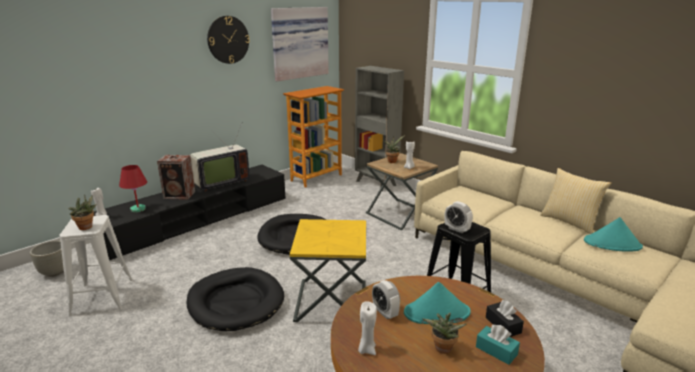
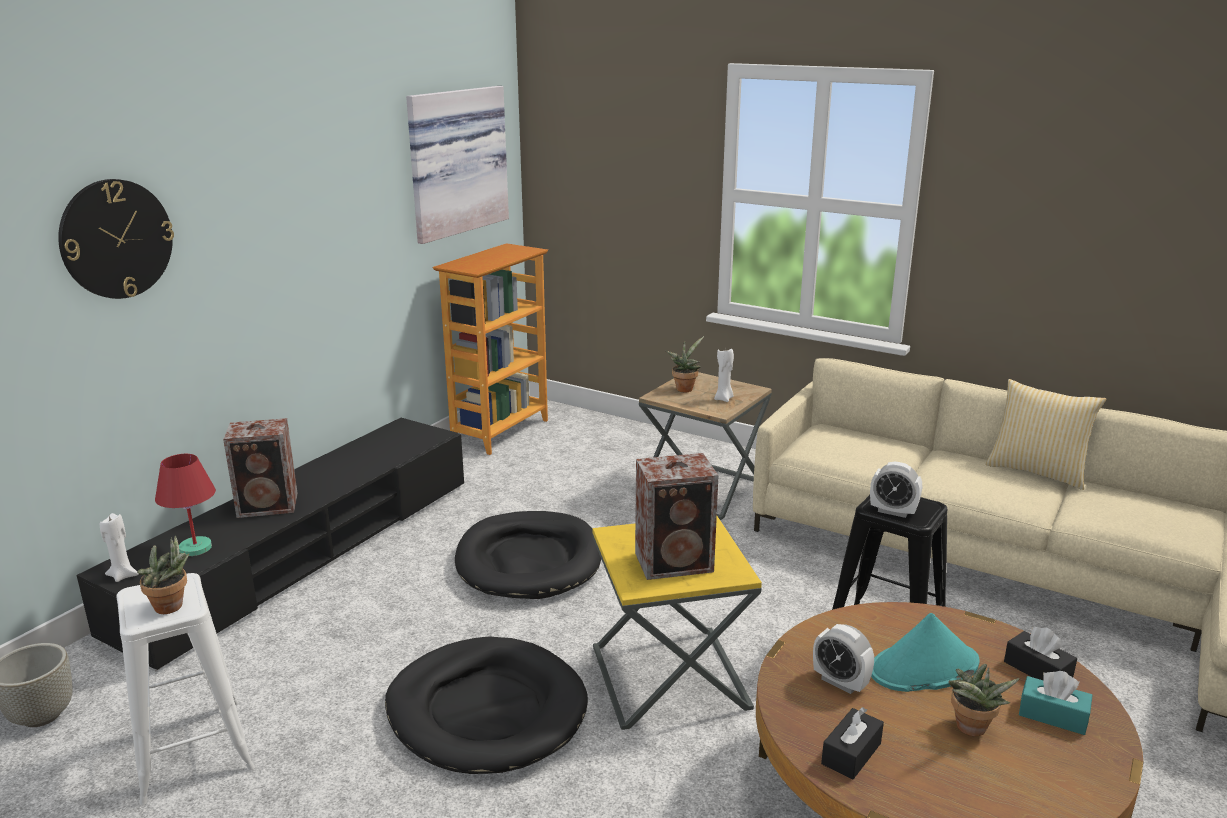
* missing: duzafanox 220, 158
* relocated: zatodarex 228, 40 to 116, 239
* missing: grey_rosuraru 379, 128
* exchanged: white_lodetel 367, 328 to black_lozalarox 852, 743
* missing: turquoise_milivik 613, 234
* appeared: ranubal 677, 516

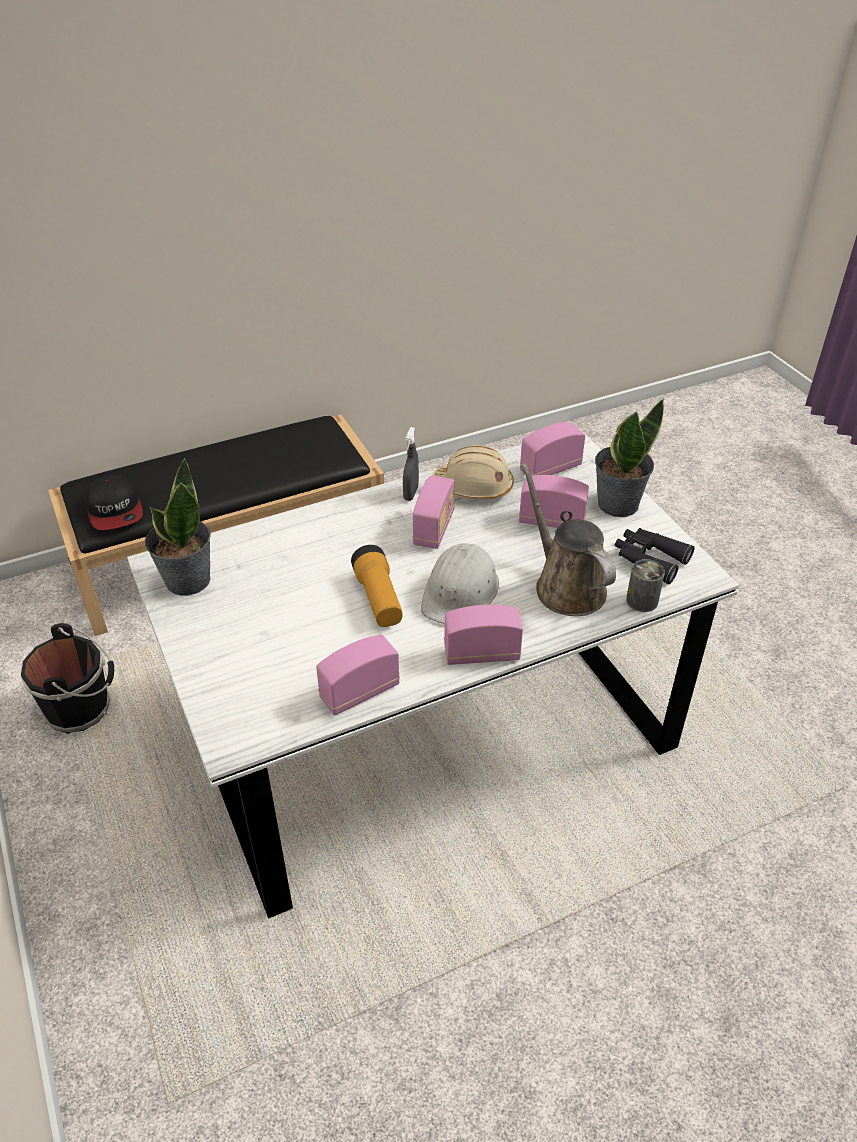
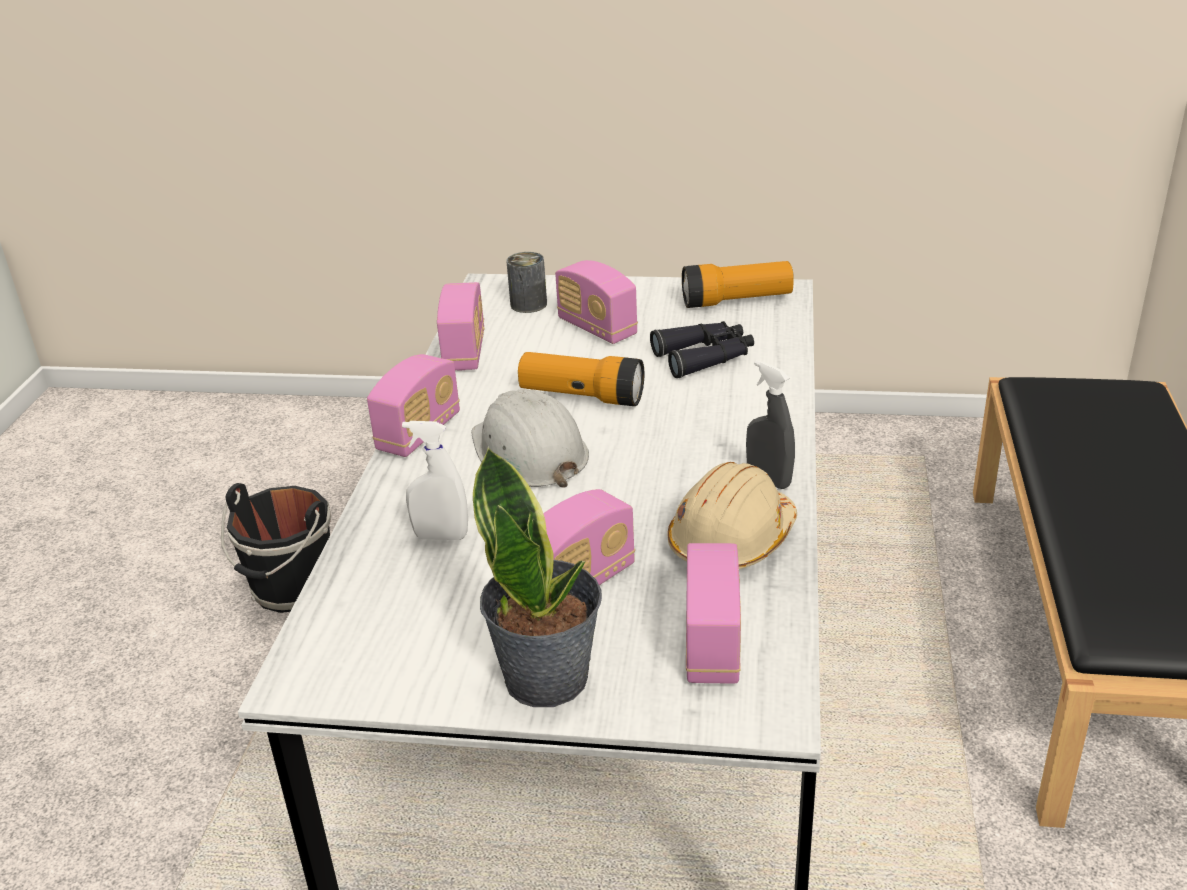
* relocated: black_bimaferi 67, 678 to 276, 548
* missing: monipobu 114, 502
* exchanged: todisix 178, 527 to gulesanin 738, 284
* relocated: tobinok 433, 512 to 596, 302
* exchanged: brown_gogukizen 568, 539 to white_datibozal 435, 480
* relocated: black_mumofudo 655, 556 to 702, 349
* relocated: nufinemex 645, 585 to 526, 282

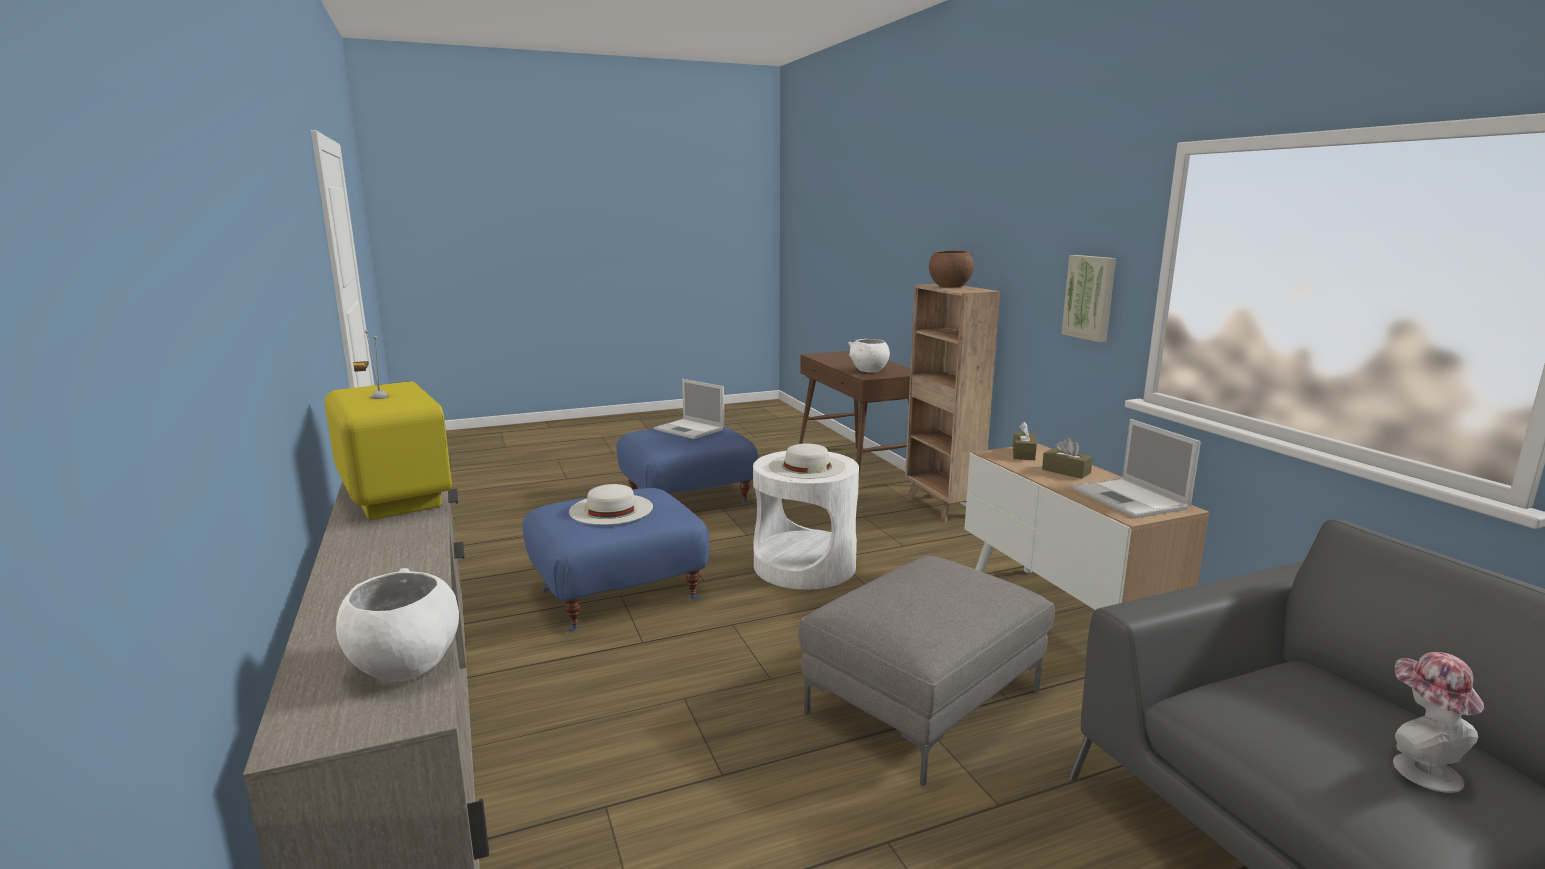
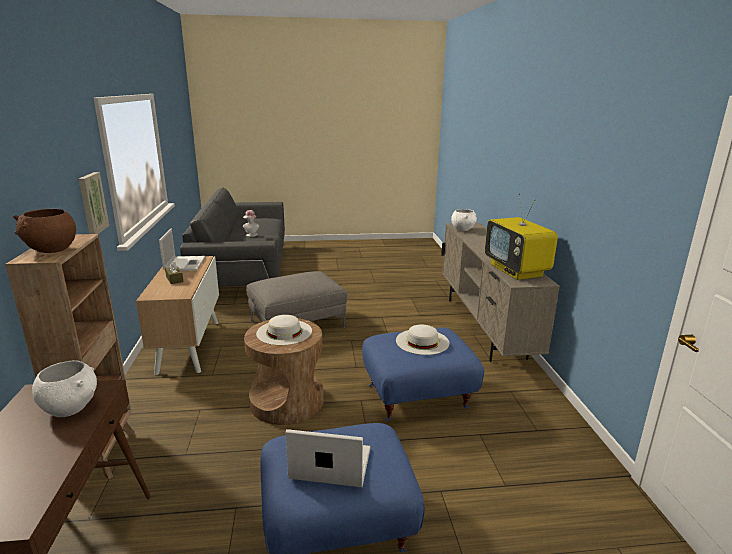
* spun: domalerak 689, 409 = 328, 458 45 degrees counterclockwise
* colour: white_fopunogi 806, 520 to brown_fopunogi 284, 371
* missing: brown_lozalarox 1025, 441

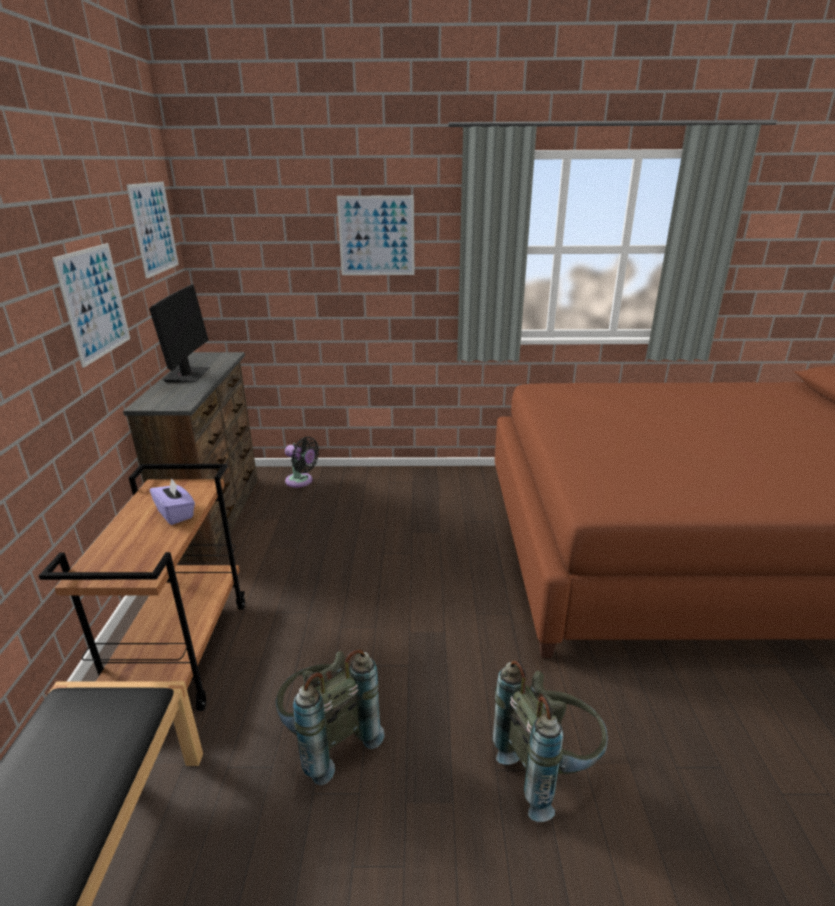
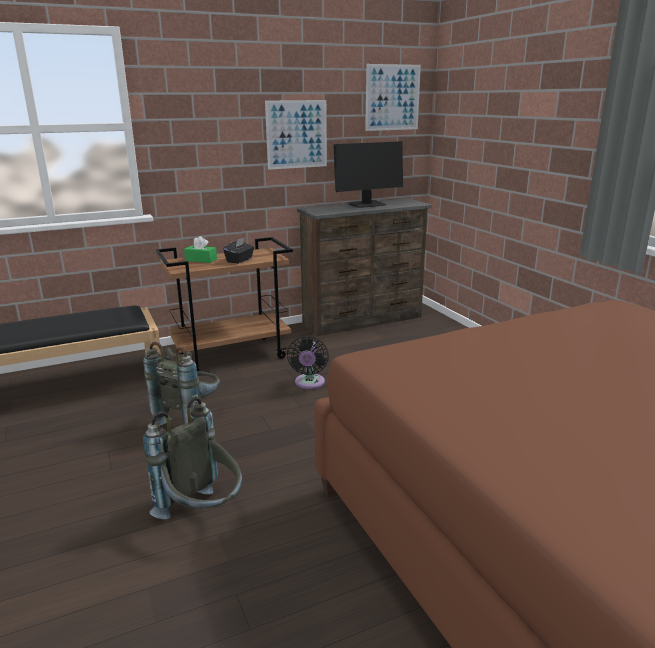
* colour: purple_lozalarox 172, 501 to black_lozalarox 238, 250
* relocated: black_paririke 302, 462 to 308, 362
* missing: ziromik 375, 235
* appeared: green_lozalarox 200, 249

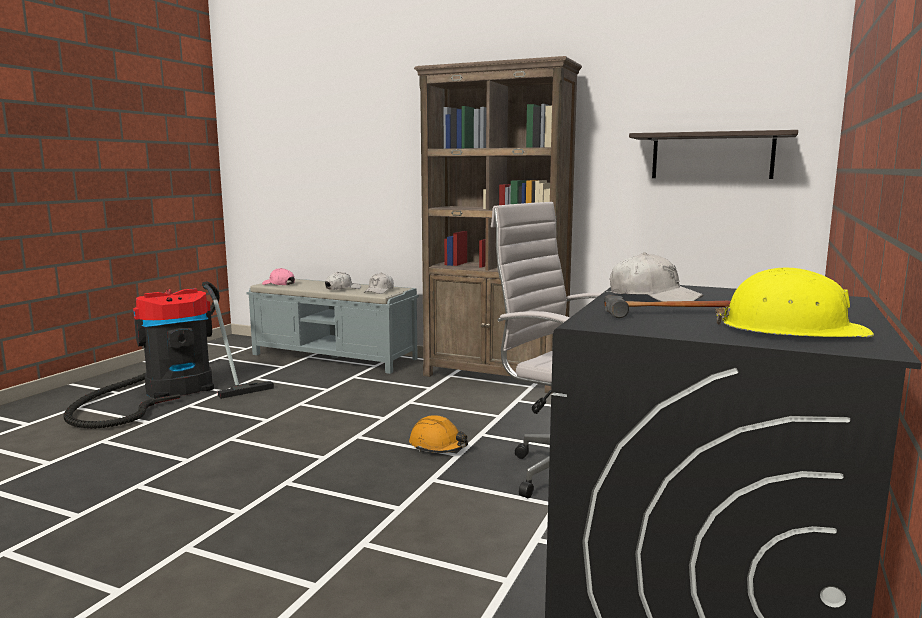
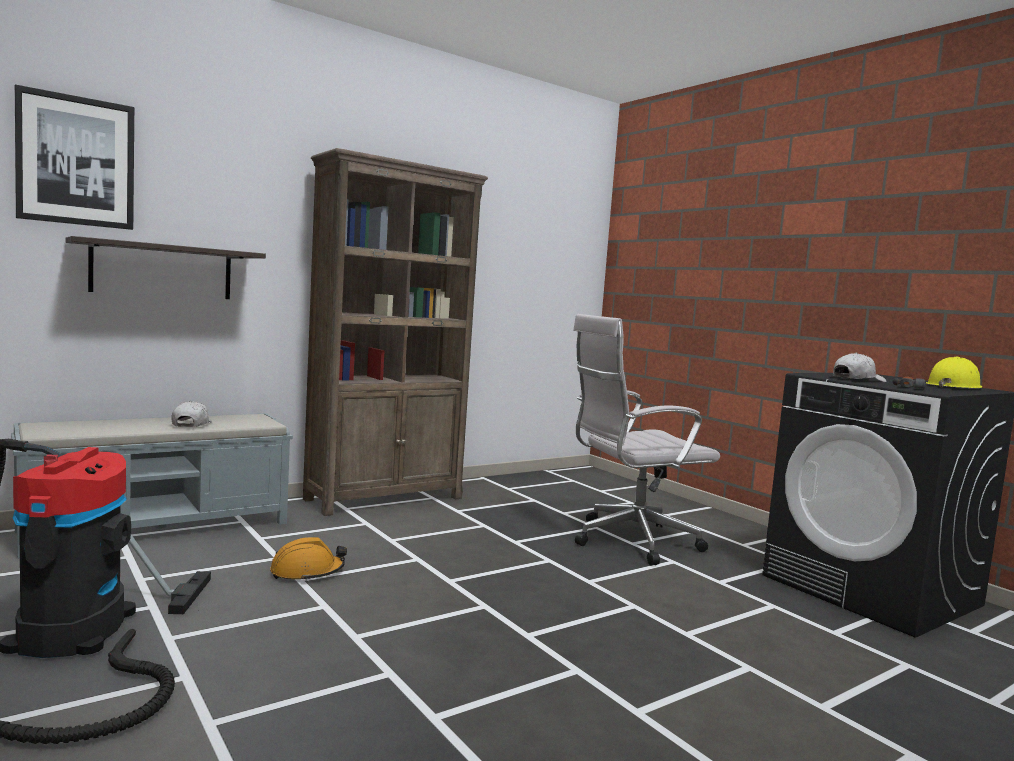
* missing: pink_monipobu 278, 276
* missing: white_monipobu 379, 283
* relocated: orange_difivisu 438, 434 to 308, 559
* relocated: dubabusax 713, 154 to 165, 267
* appeared: ziromik 74, 157

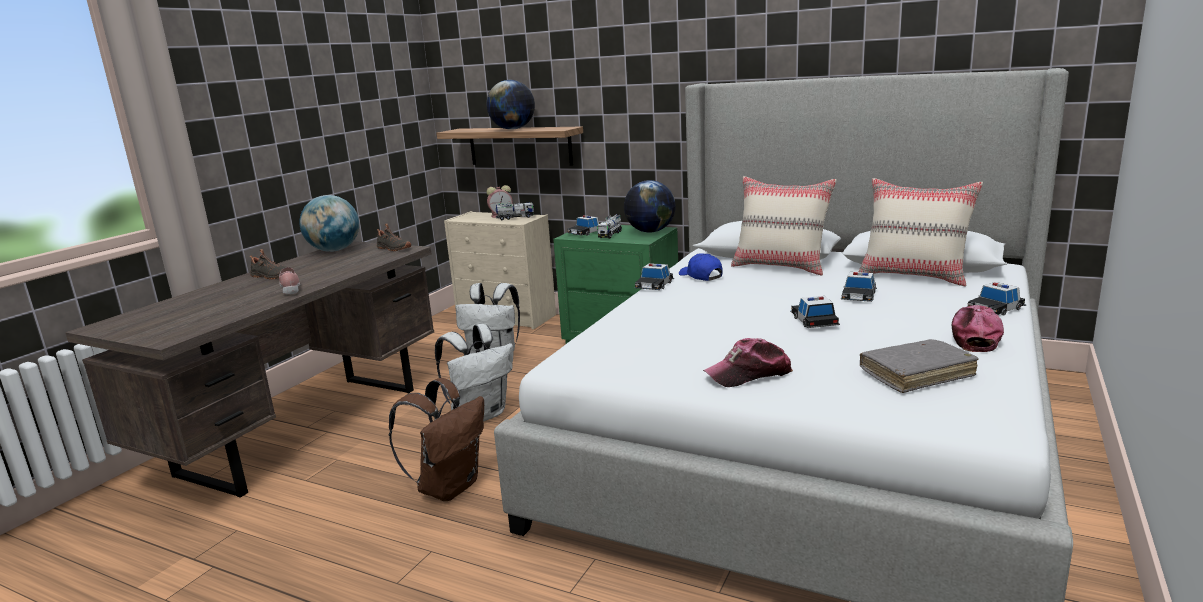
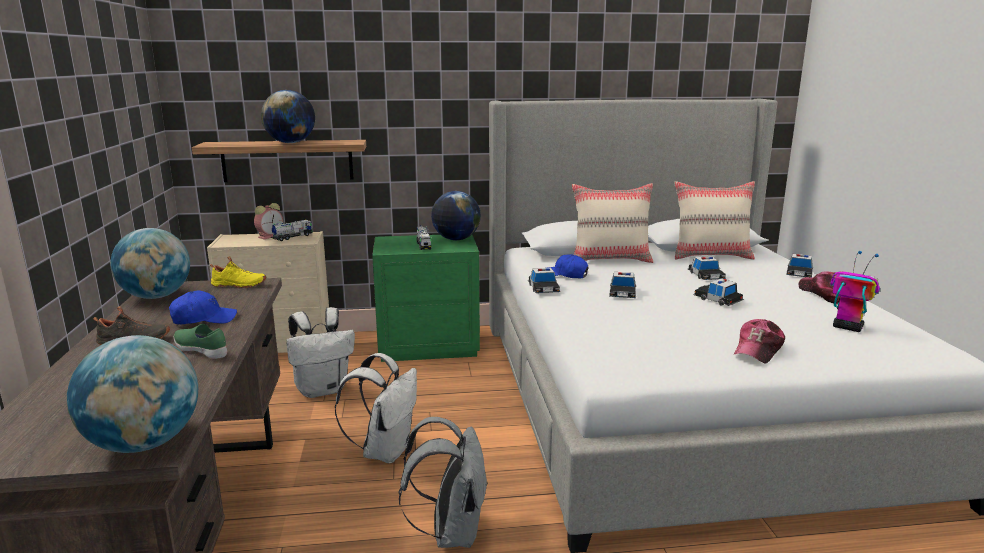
* colour: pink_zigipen 289, 281 to green_zigipen 200, 341
* colour: black_zigipen 394, 237 to yellow_zigipen 238, 272
* colour: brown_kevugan 436, 439 to grey_kevugan 443, 482
* relocated: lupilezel 583, 225 to 622, 285
* exchanged: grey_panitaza 919, 366 to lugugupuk 855, 291
* appeared: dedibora 132, 394
* appeared: blue_monipobu 203, 307

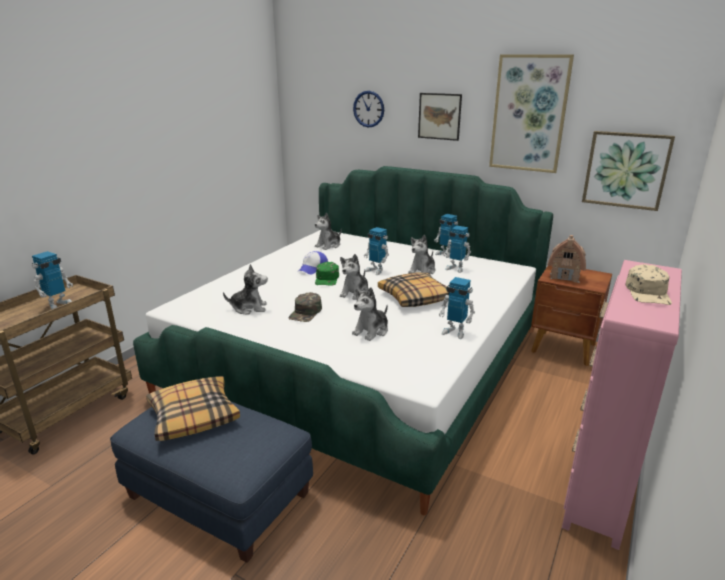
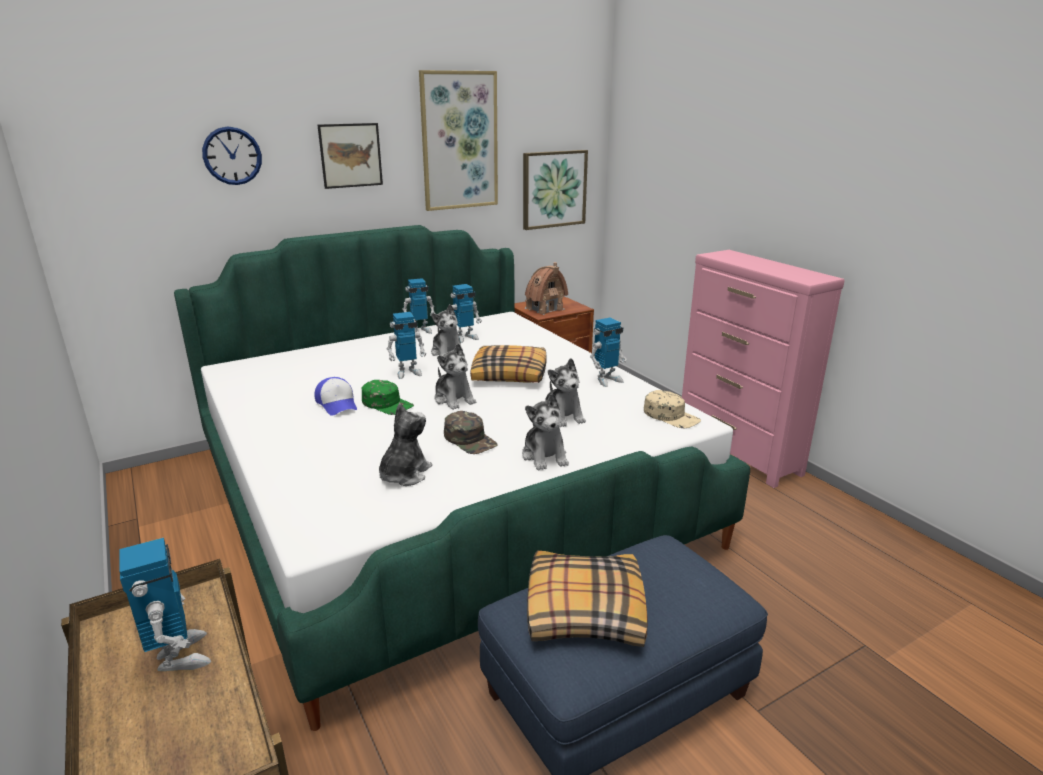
* relocated: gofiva 328, 231 to 545, 431
* relocated: beige_monipobu 649, 284 to 672, 409

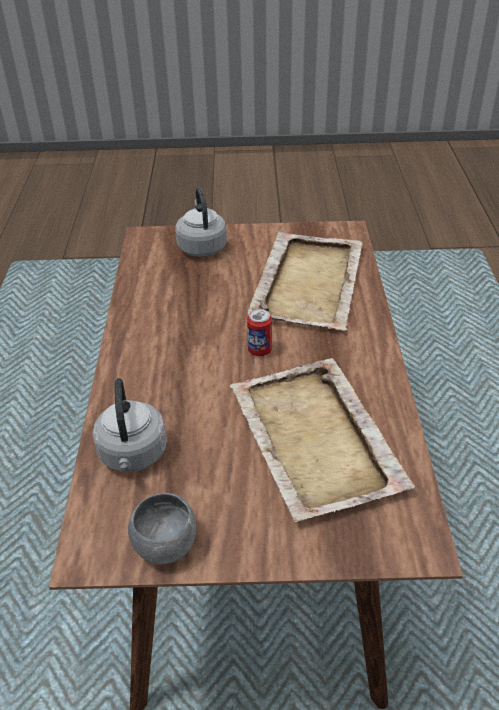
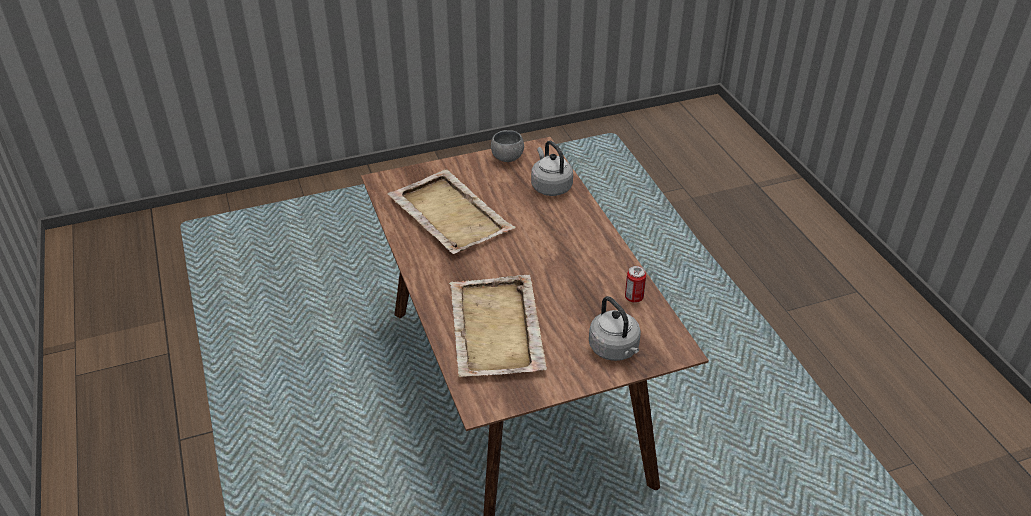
* relocated: nufinemex 259, 332 to 635, 284

